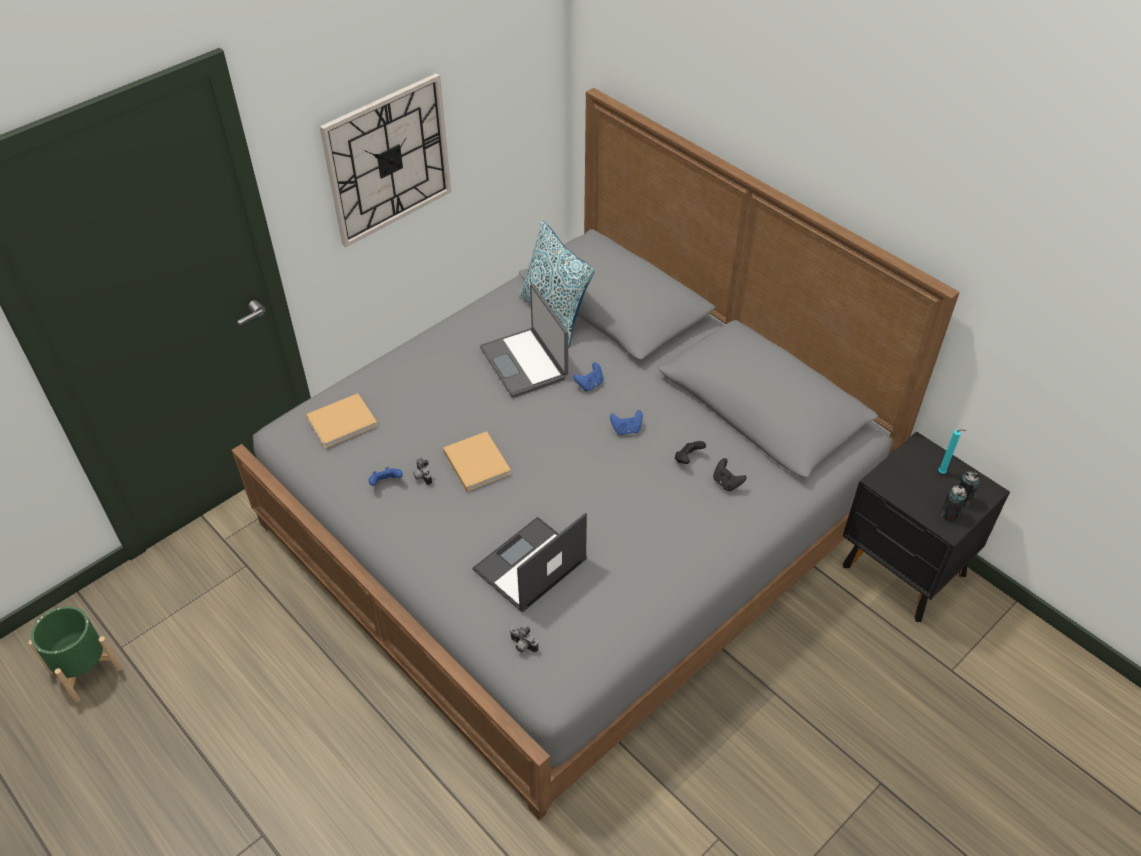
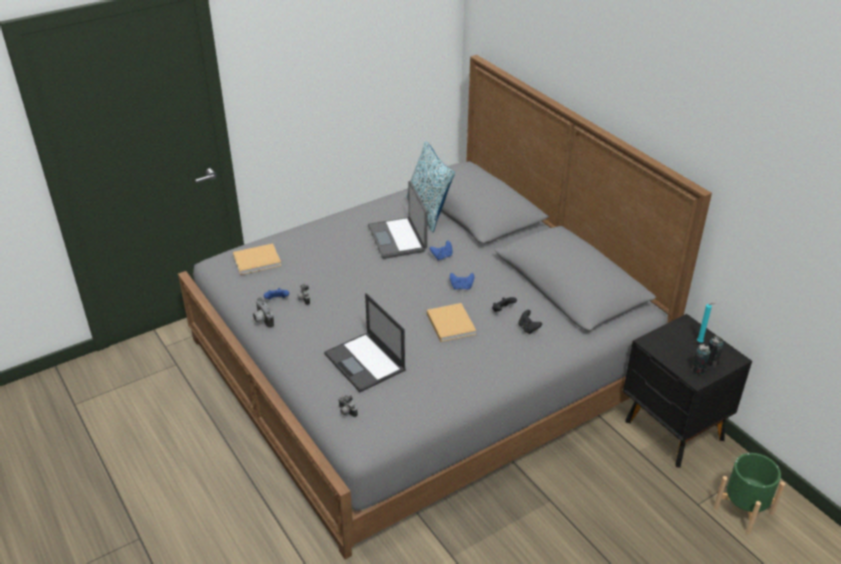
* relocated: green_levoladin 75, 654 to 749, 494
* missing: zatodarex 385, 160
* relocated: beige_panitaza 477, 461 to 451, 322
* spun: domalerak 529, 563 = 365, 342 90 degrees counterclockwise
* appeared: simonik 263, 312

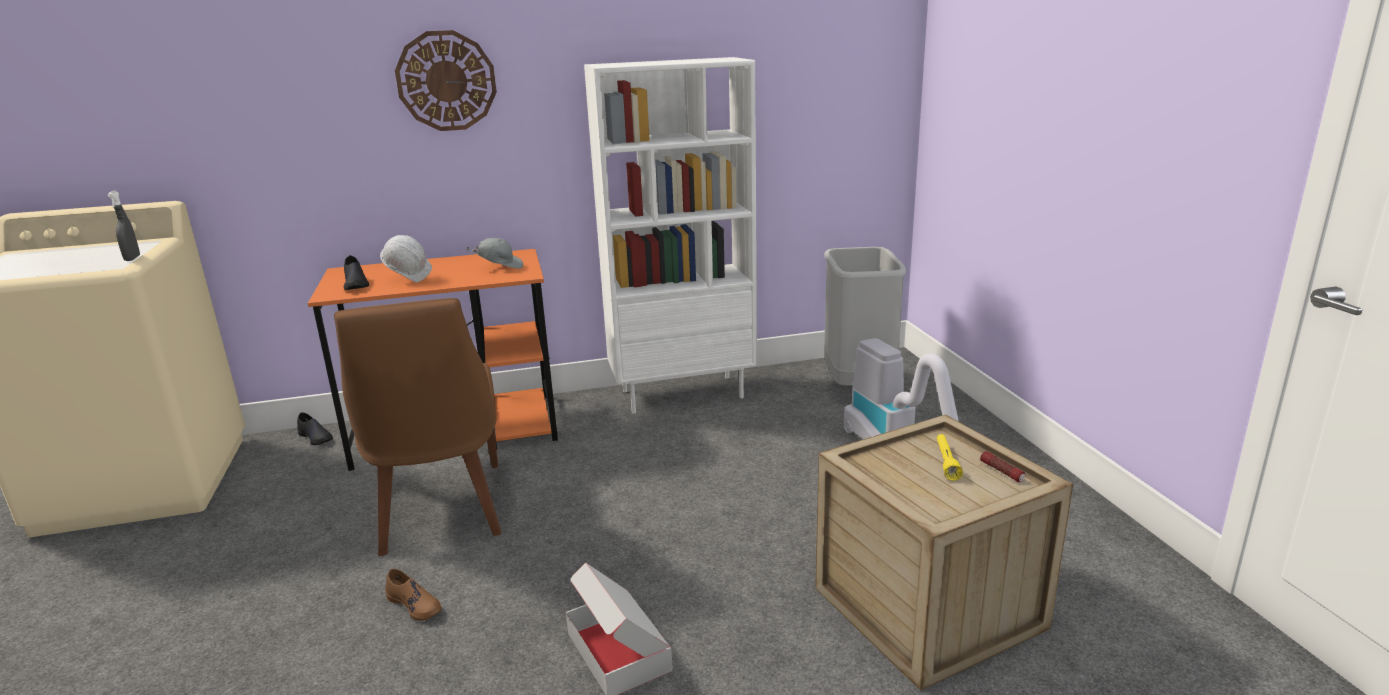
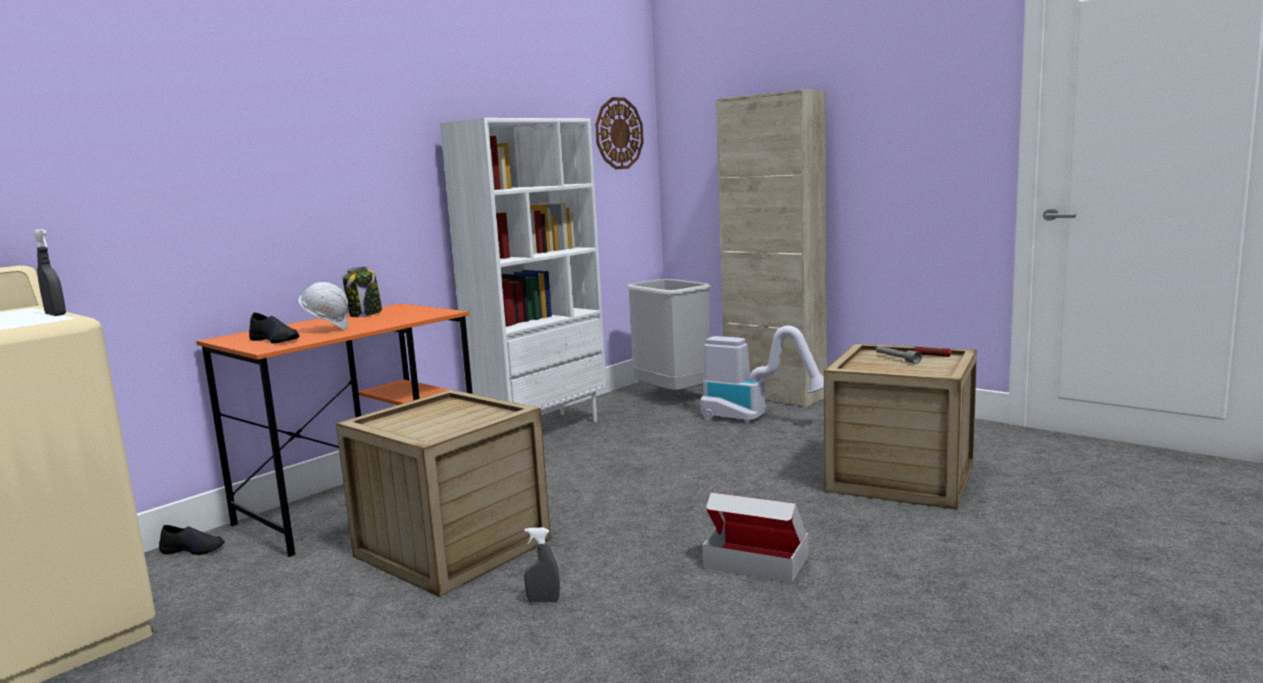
* exchanged: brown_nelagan 417, 427 to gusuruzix 443, 493
* exchanged: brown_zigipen 413, 595 to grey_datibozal 542, 565
* relocated: zatodarex 446, 80 to 619, 133
* missing: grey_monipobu 494, 253
* colour: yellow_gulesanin 950, 457 to grey_gulesanin 899, 355
* appeared: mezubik 362, 291
* appeared: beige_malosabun 771, 248

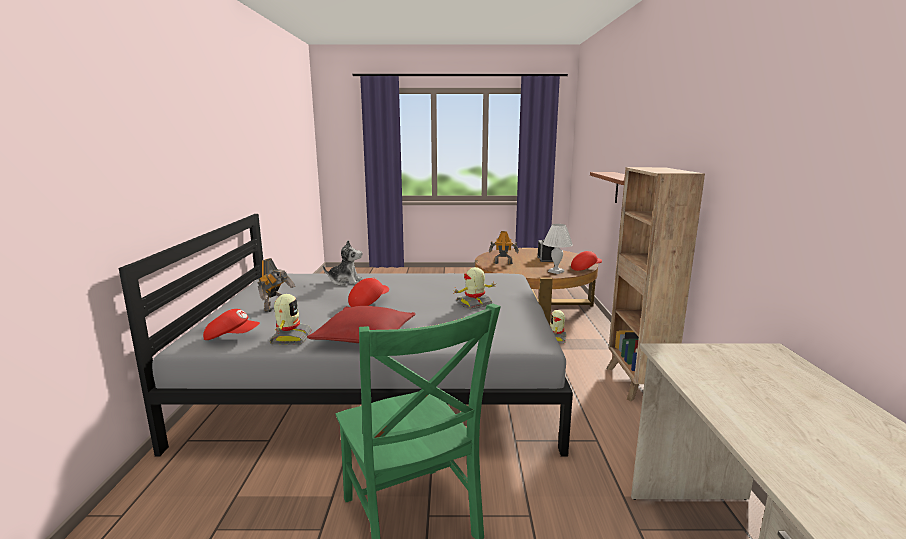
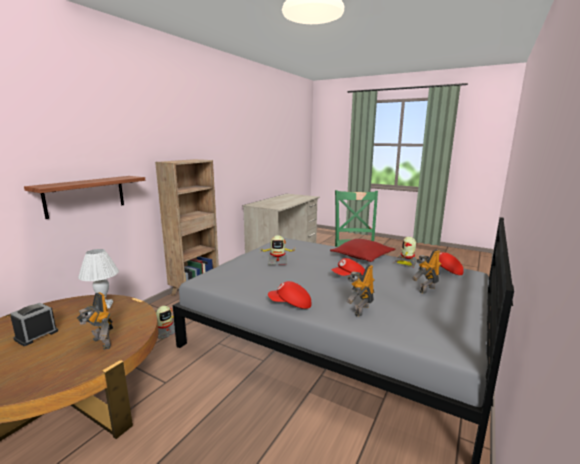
* exchanged: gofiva 342, 263 to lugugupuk 360, 290
* relocated: red_monipobu 586, 261 to 289, 295

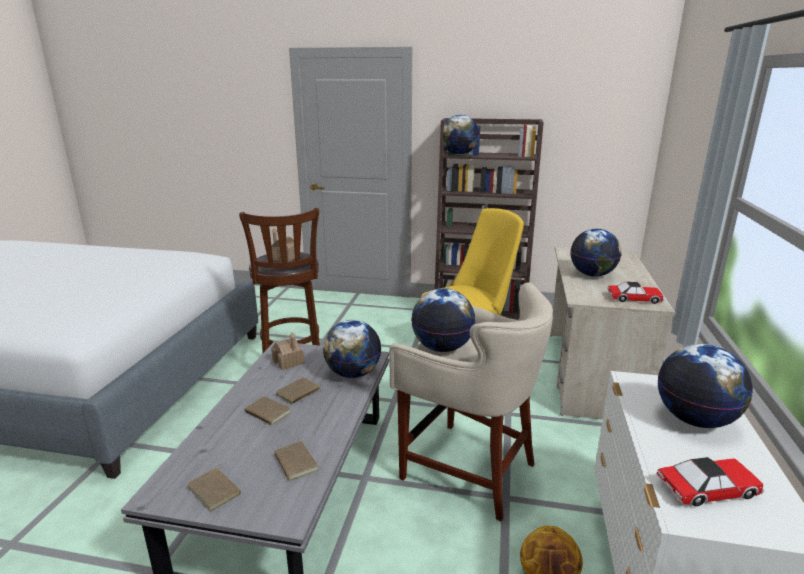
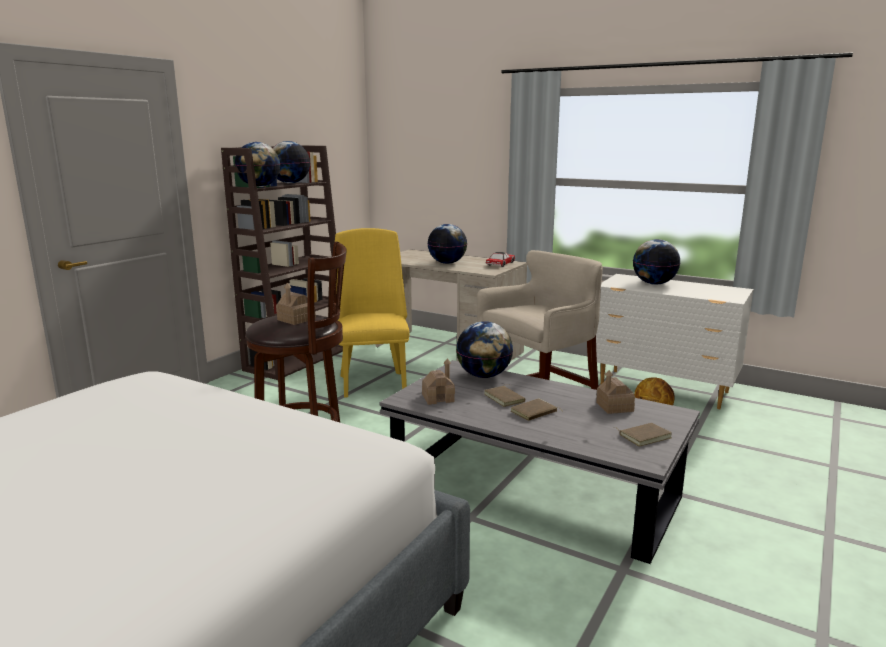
* exchanged: brown_panitaza 296, 461 to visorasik 615, 392
* relocated: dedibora 443, 320 to 291, 162
* missing: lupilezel 710, 481

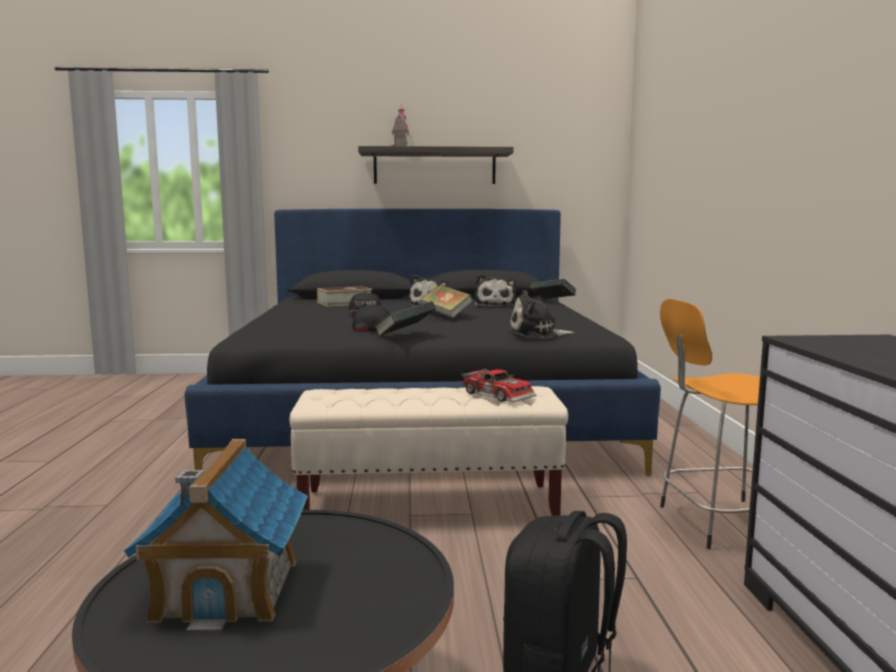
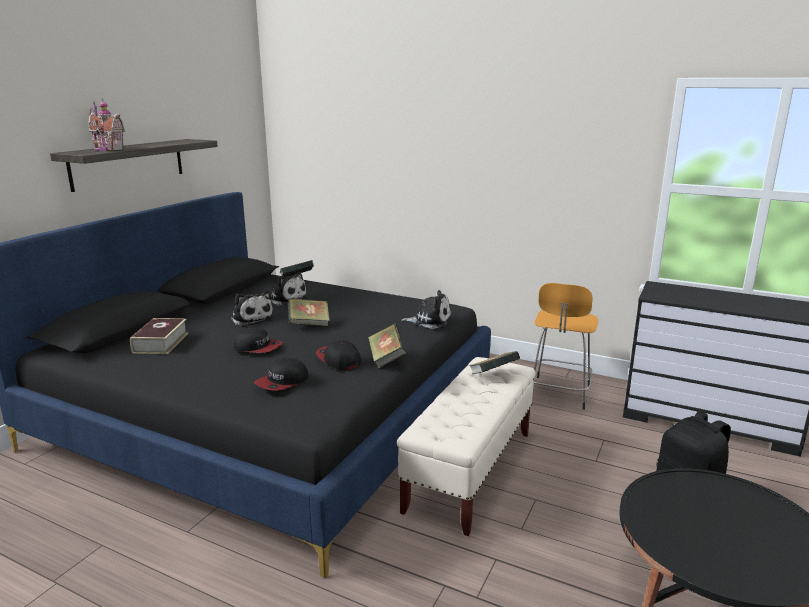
* missing: visorasik 216, 536
* exchanged: lupilezel 498, 385 to panitaza 494, 362
* spun: gofiva 542, 314 = 426, 309 105 degrees counterclockwise
* appeared: monipobu 281, 374

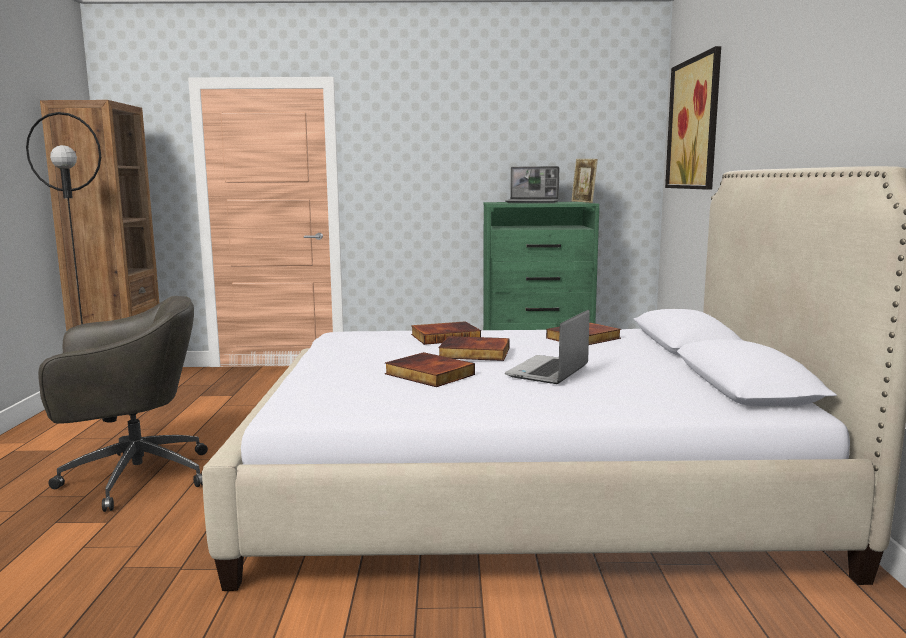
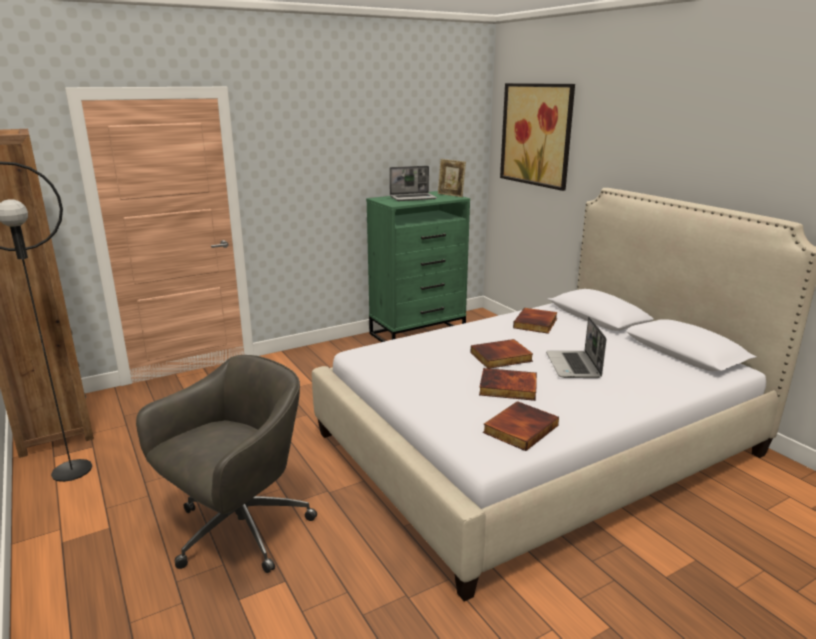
* relocated: panitaza 446, 333 to 521, 426

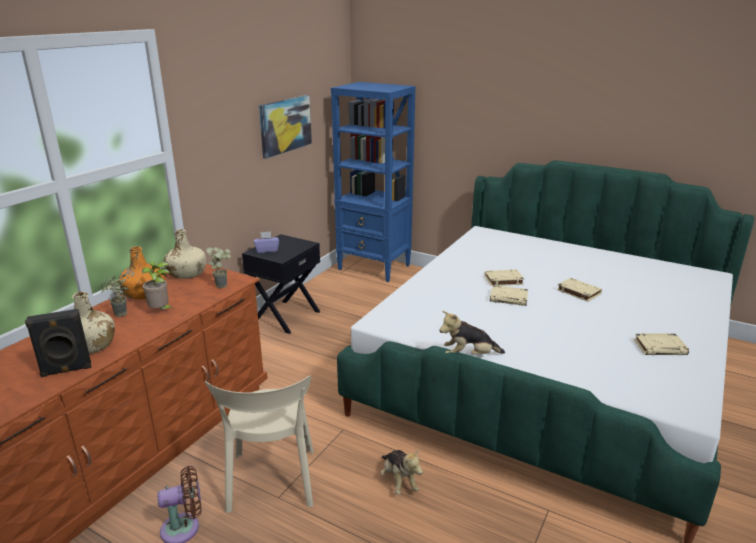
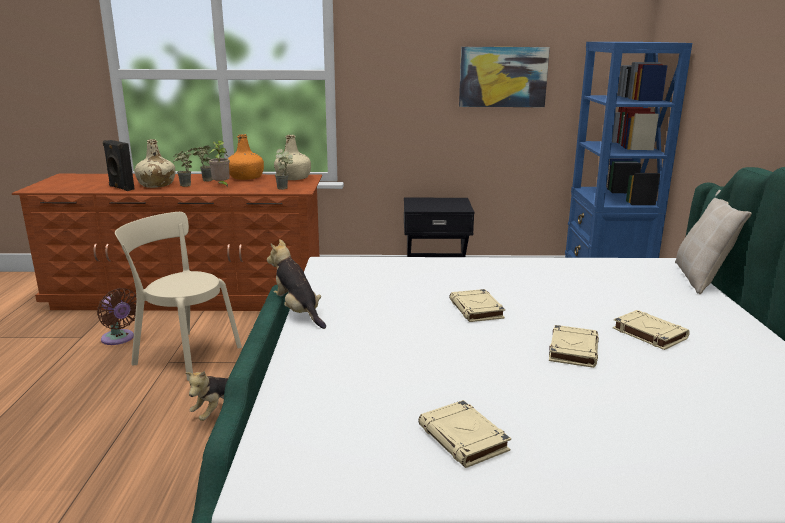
* spun: beige_nelagan 259, 444 = 178, 296 60 degrees clockwise
* missing: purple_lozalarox 266, 242
* relocated: beige_panitaza 505, 277 to 651, 330
* appeared: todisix 182, 167
* appeared: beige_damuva 713, 242

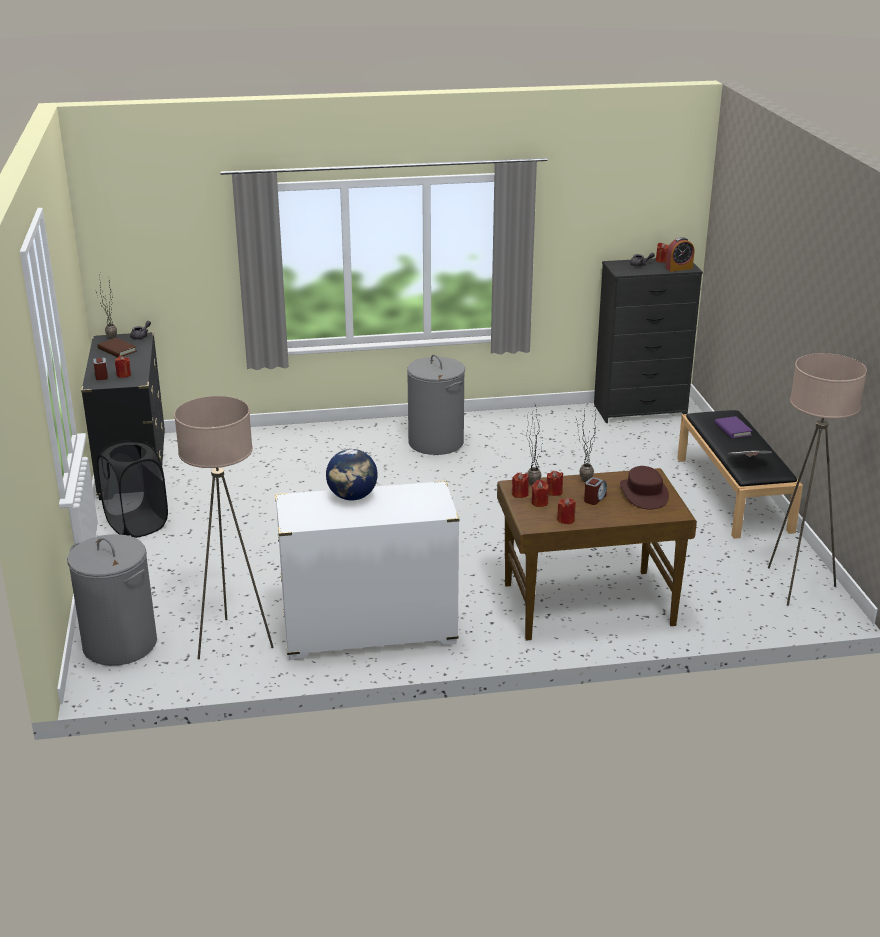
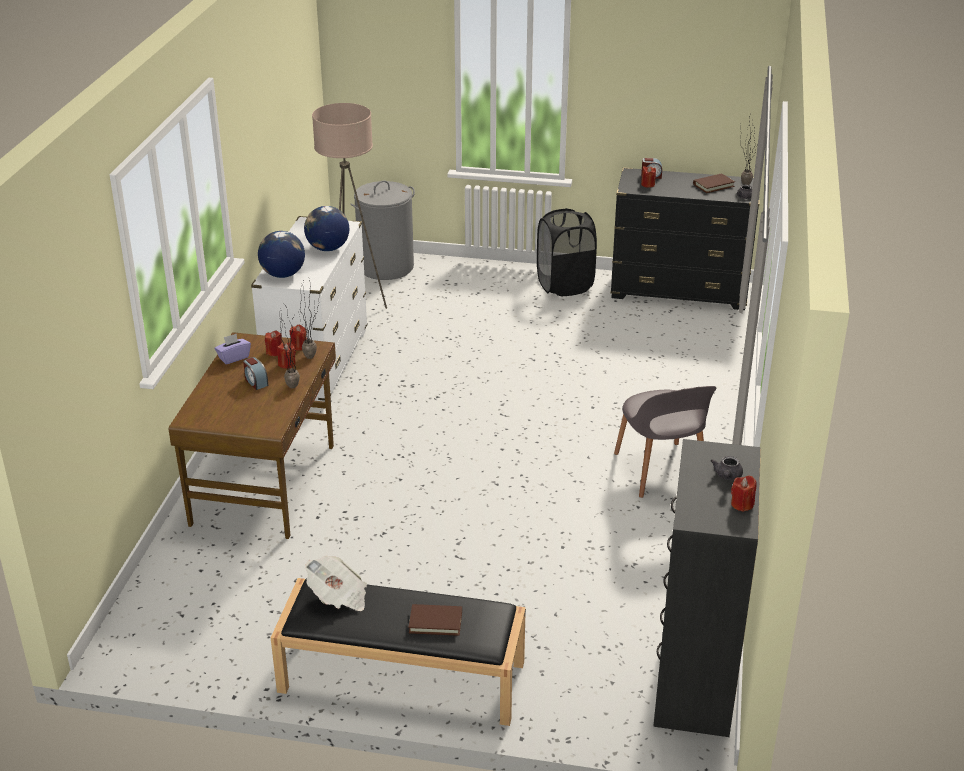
* exchanged: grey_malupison 436, 405 to grey_nelagan 665, 442
* exchanged: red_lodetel 566, 511 to purple_lozalarox 233, 348
* missing: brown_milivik 644, 488
* missing: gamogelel 680, 254
* colour: purple_panitaza 734, 427 to brown_panitaza 435, 620
* missing: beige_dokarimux 817, 479
* appeared: dedibora 281, 254

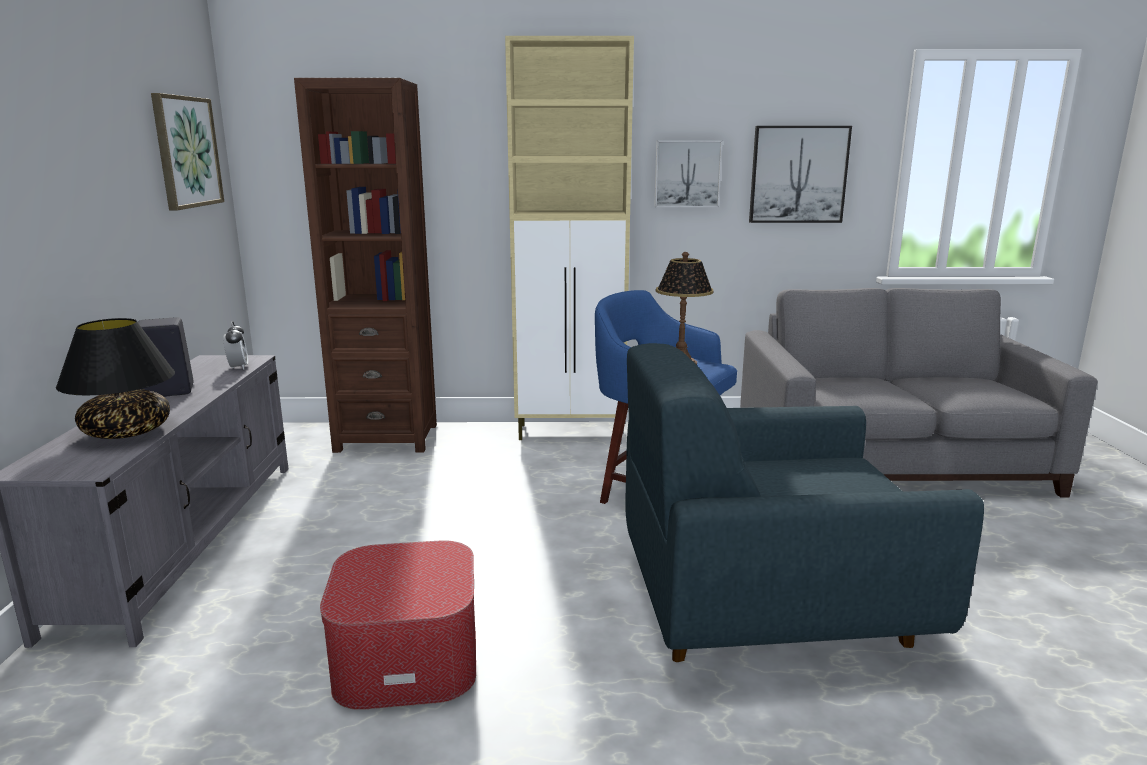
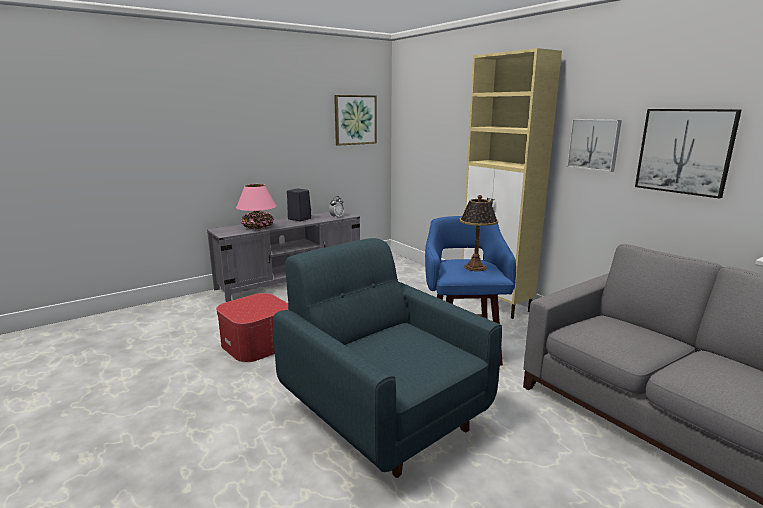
* colour: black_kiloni 115, 378 to pink_kiloni 256, 206
* missing: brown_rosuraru 365, 265

